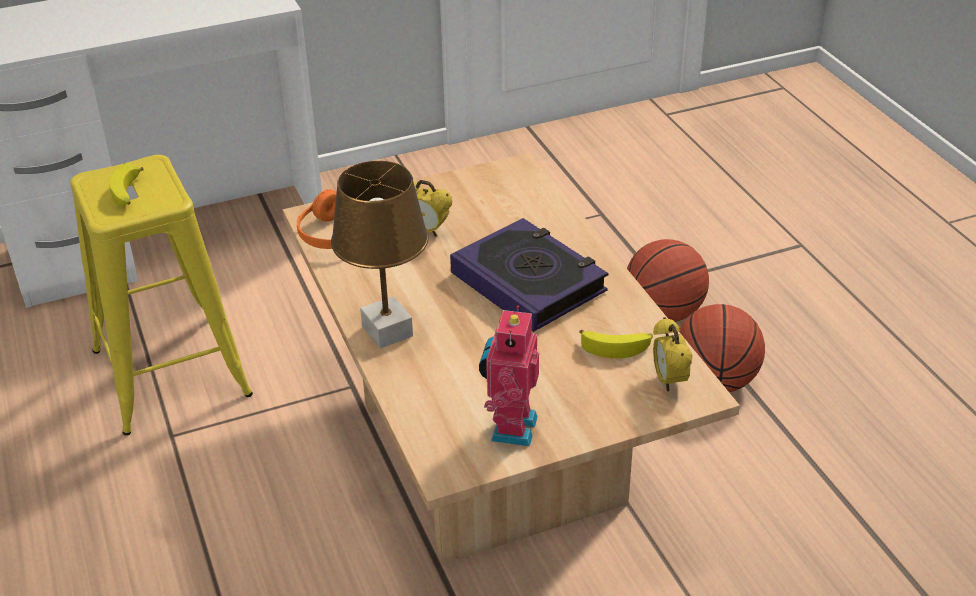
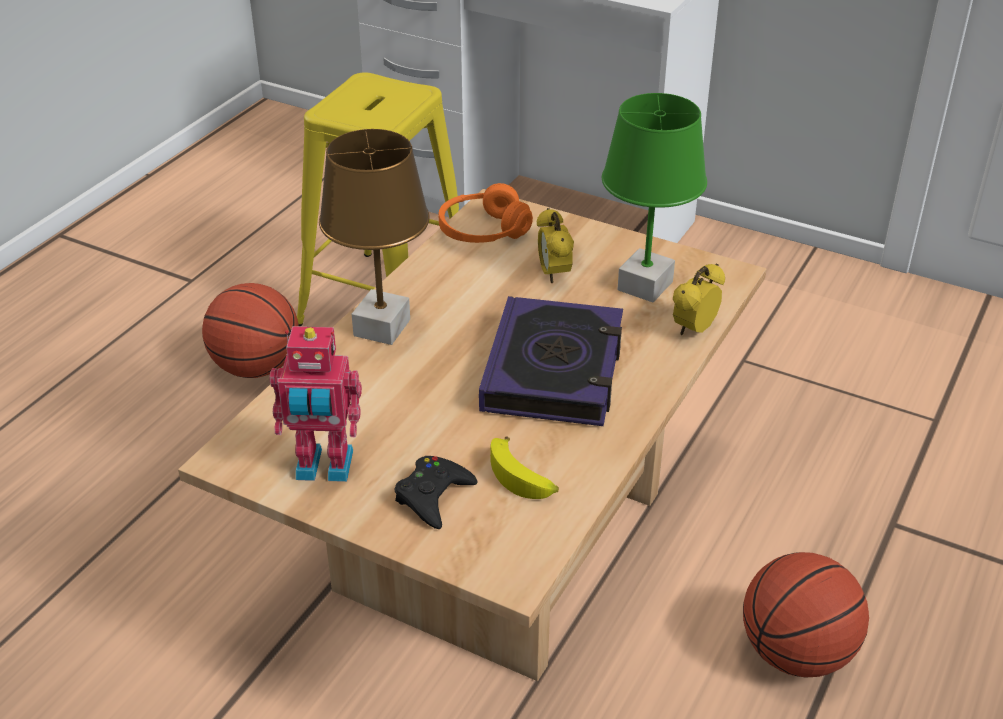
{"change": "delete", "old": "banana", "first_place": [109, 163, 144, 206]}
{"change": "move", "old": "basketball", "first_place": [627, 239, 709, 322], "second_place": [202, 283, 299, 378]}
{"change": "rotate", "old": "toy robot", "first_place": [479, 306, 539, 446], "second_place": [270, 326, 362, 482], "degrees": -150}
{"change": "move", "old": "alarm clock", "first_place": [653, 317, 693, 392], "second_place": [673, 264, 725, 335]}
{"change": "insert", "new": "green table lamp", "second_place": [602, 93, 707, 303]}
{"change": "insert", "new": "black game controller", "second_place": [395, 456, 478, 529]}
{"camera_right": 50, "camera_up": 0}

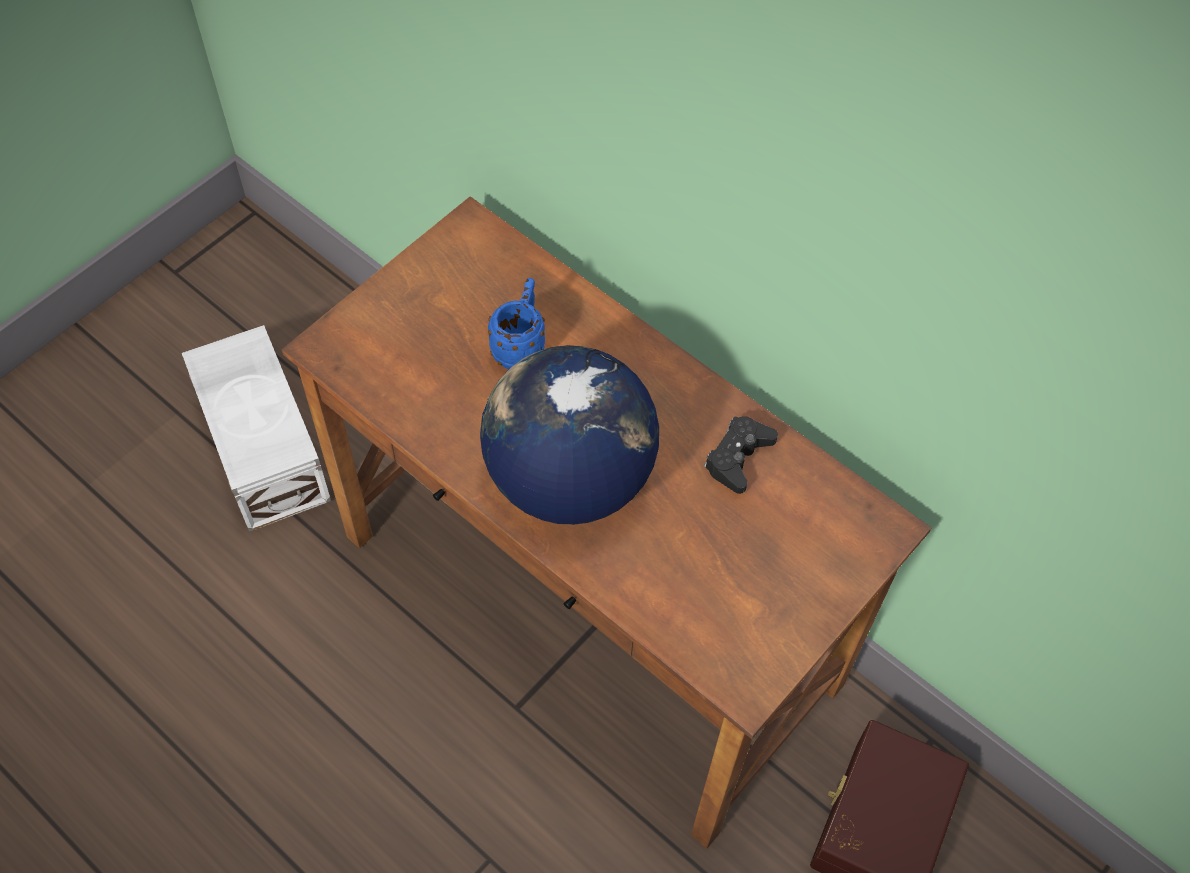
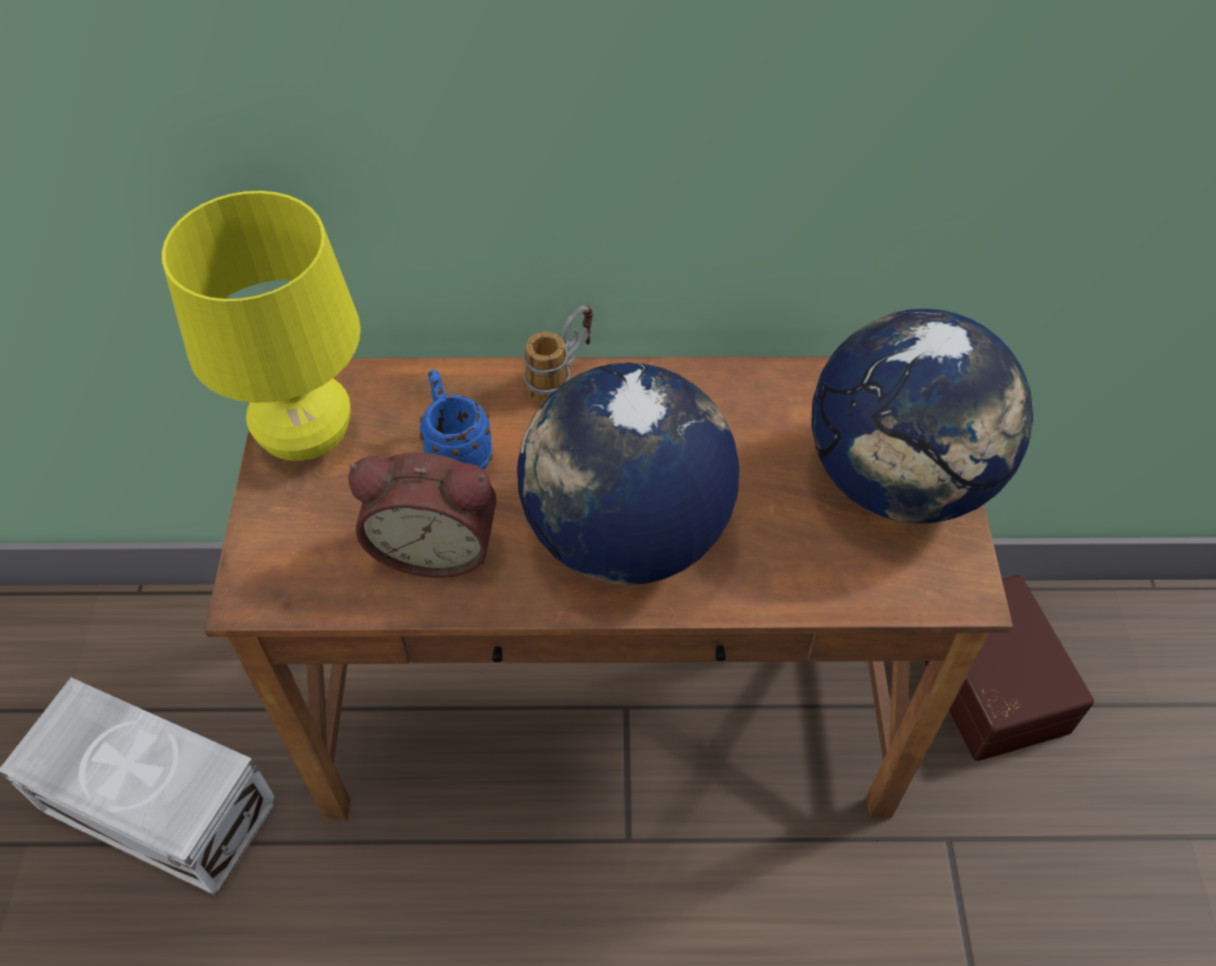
{"change": "delete", "old": "black game controller", "first_place": [704, 416, 778, 494]}
{"change": "insert", "new": "yellow table lamp", "second_place": [162, 191, 361, 461]}
{"change": "insert", "new": "mug", "second_place": [523, 305, 593, 402]}
{"change": "insert", "new": "globe", "second_place": [811, 309, 1033, 524]}
{"change": "insert", "new": "alarm clock", "second_place": [348, 453, 497, 578]}
{"camera_right": -40, "camera_up": -5}

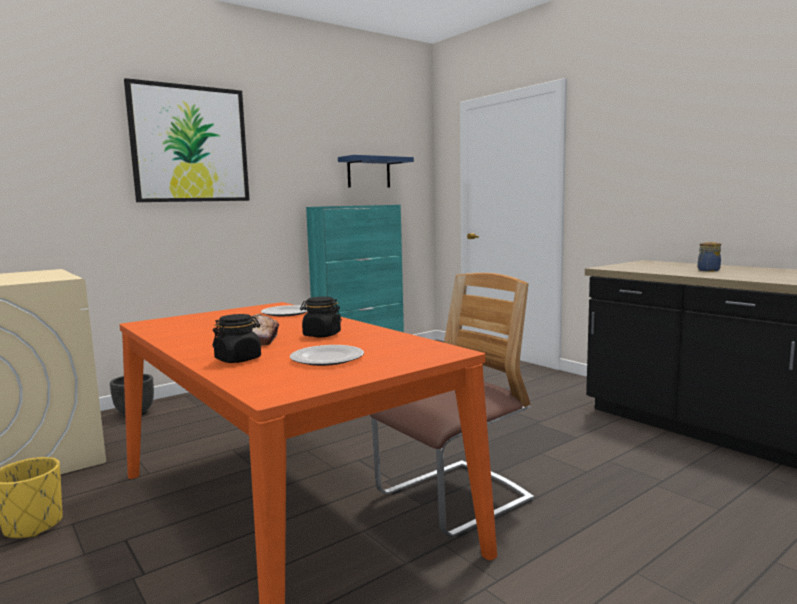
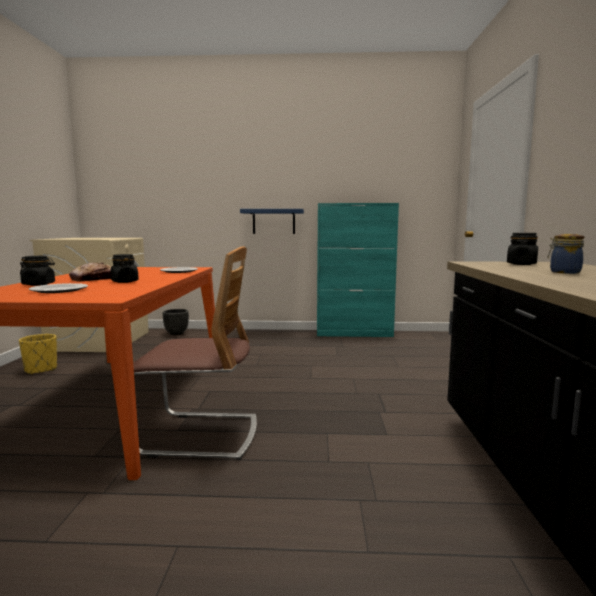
{"change": "delete", "old": "picture", "first_place": [124, 78, 250, 202]}
{"change": "move", "old": "blue shelf", "first_place": [338, 155, 414, 188], "second_place": [240, 209, 304, 234]}
{"change": "insert", "new": "black jar", "second_place": [507, 233, 538, 265]}
{"camera_right": 40, "camera_up": 0}

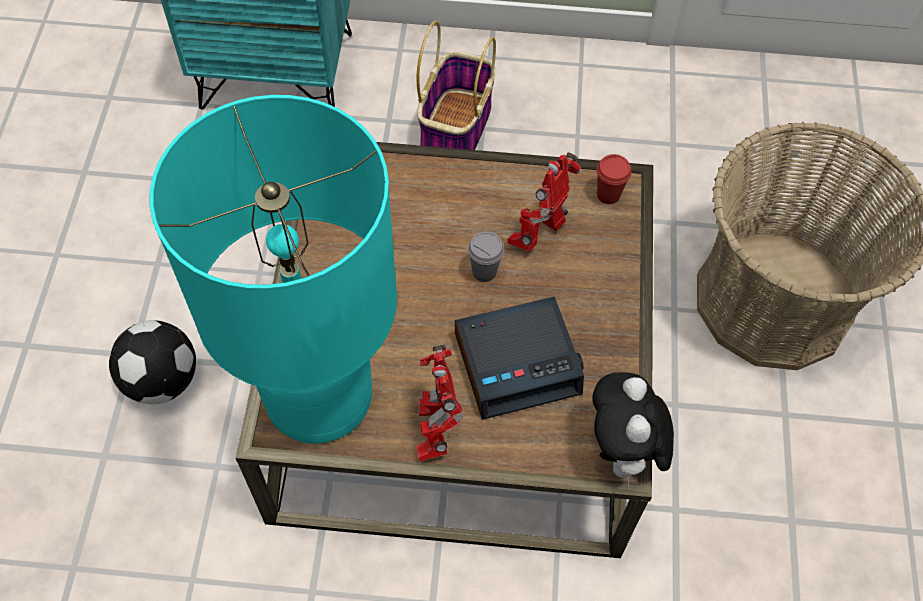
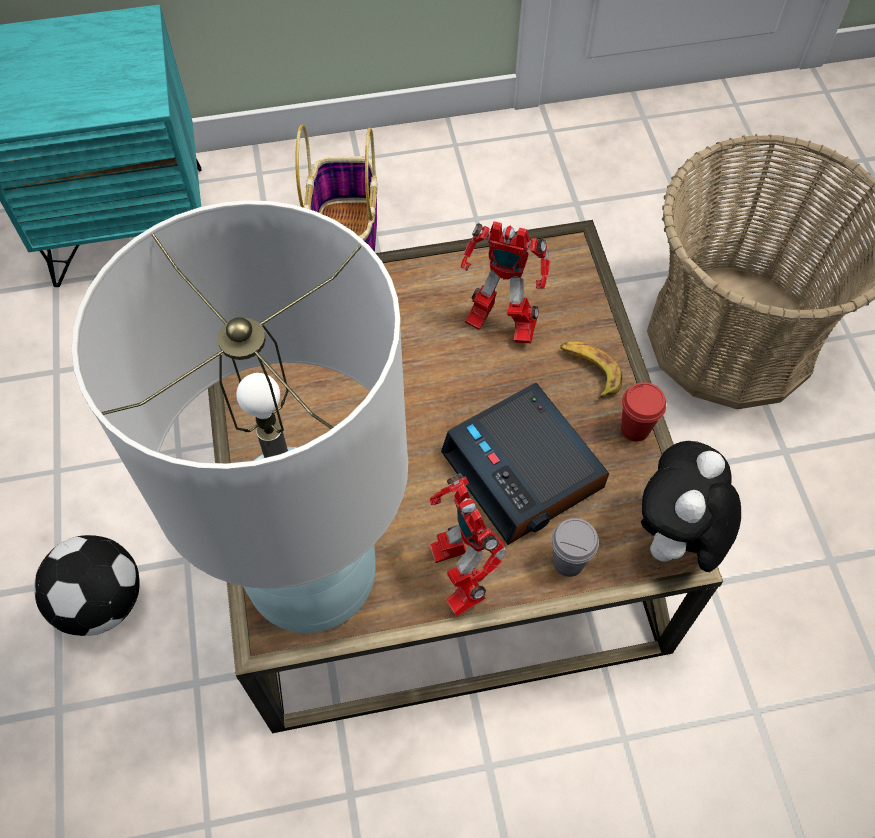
{"change": "recolor", "old": "turquoise table lamp", "new": "white table lamp", "first_place": [150, 95, 397, 444], "second_place": [72, 200, 408, 633]}
{"change": "rotate", "old": "toy robot", "first_place": [507, 153, 582, 251], "second_place": [461, 221, 551, 343], "degrees": -90}
{"change": "move", "old": "red cup", "first_place": [596, 154, 631, 204], "second_place": [621, 382, 666, 442]}
{"change": "move", "old": "grey cup", "first_place": [468, 232, 504, 282], "second_place": [551, 518, 599, 577]}
{"change": "rotate", "old": "alarm clock", "first_place": [455, 297, 584, 420], "second_place": [441, 383, 609, 545], "degrees": 90}
{"change": "rotate", "old": "plush toy", "first_place": [592, 372, 674, 489], "second_place": [641, 441, 741, 572], "degrees": 45}
{"change": "insert", "new": "banana", "second_place": [560, 341, 623, 398]}
{"camera_right": -15, "camera_up": 0}

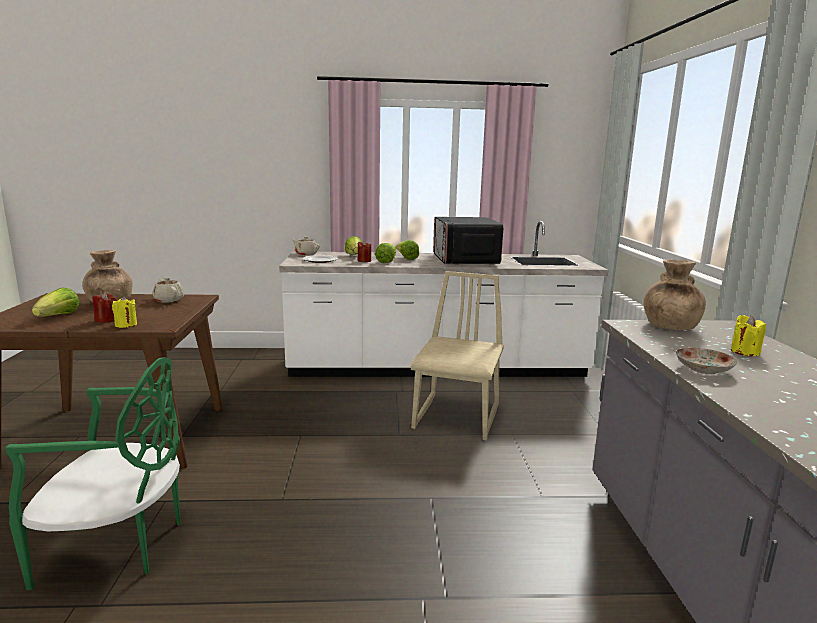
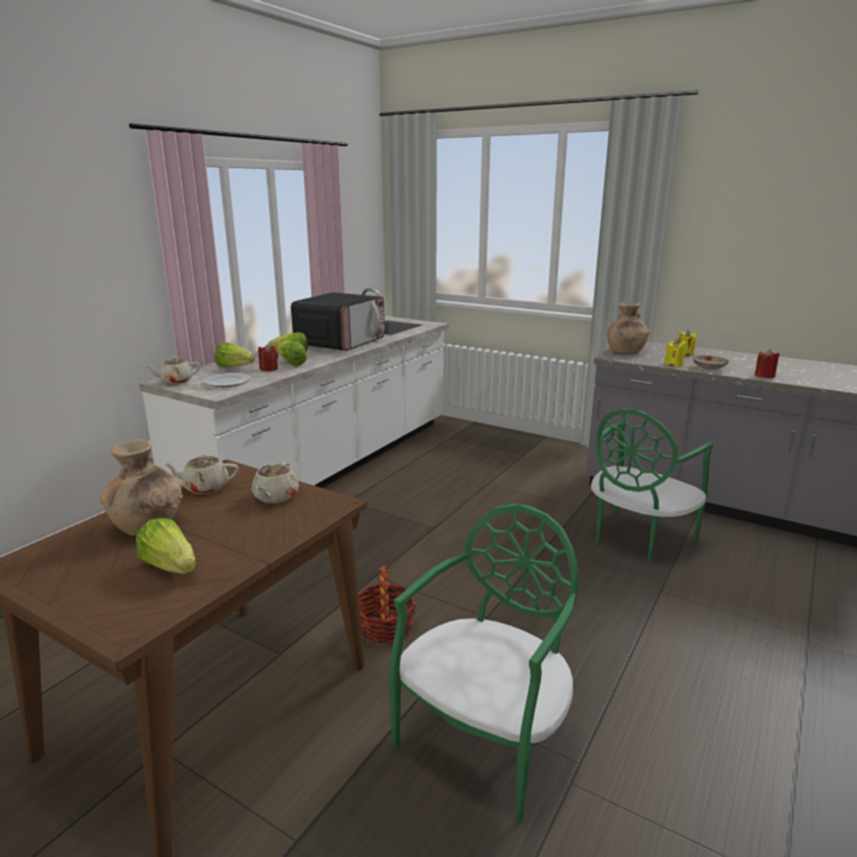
{"change": "rotate", "old": "microwave", "first_place": [433, 217, 503, 265], "second_place": [291, 292, 385, 351], "degrees": -90}
{"change": "delete", "old": "beige chair", "first_place": [410, 271, 504, 440]}
{"change": "move", "old": "red candle", "first_place": [93, 292, 117, 323], "second_place": [755, 349, 780, 378]}
{"change": "move", "old": "yellow candle", "first_place": [112, 296, 137, 328], "second_place": [665, 339, 685, 366]}
{"change": "insert", "new": "green chair", "second_place": [591, 408, 713, 564]}
{"change": "insert", "new": "beige teapot", "second_place": [252, 462, 299, 503]}
{"change": "insert", "new": "basket", "second_place": [358, 566, 416, 643]}
{"camera_right": -55, "camera_up": 5}

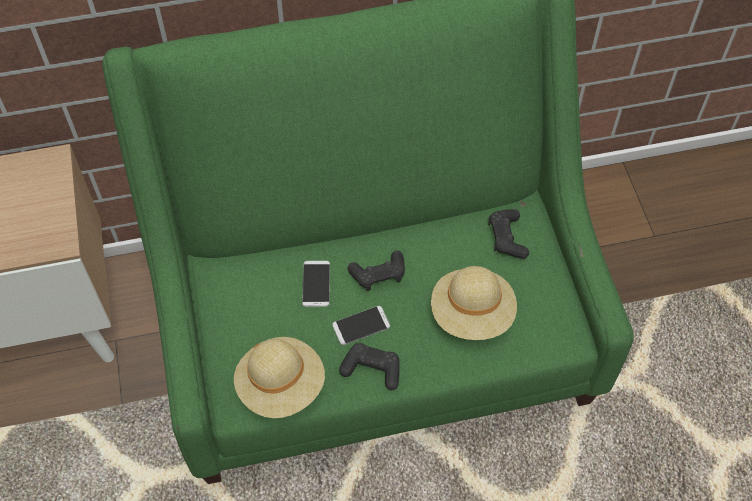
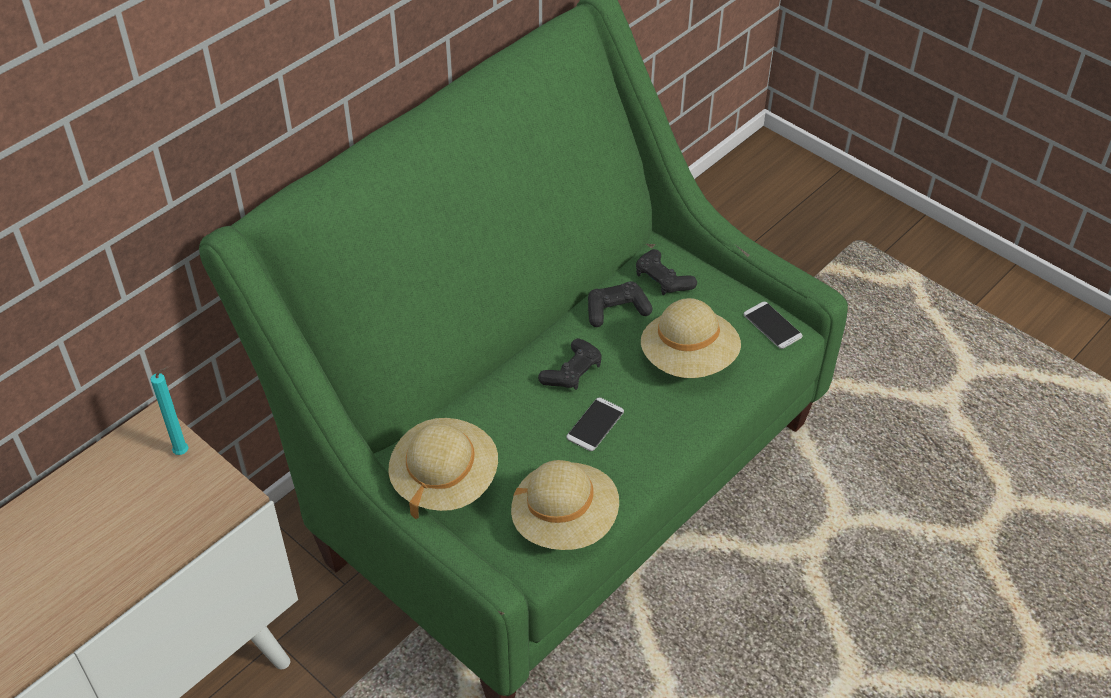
{"change": "move", "old": "phone", "first_place": [302, 261, 330, 307], "second_place": [744, 302, 803, 349]}
{"change": "move", "old": "black game controller", "first_place": [339, 343, 400, 390], "second_place": [588, 281, 652, 327]}
{"change": "insert", "new": "turquoise candle", "second_place": [150, 366, 189, 455]}
{"change": "insert", "new": "beige hat", "second_place": [388, 418, 498, 520]}
{"camera_right": -35, "camera_up": -10}

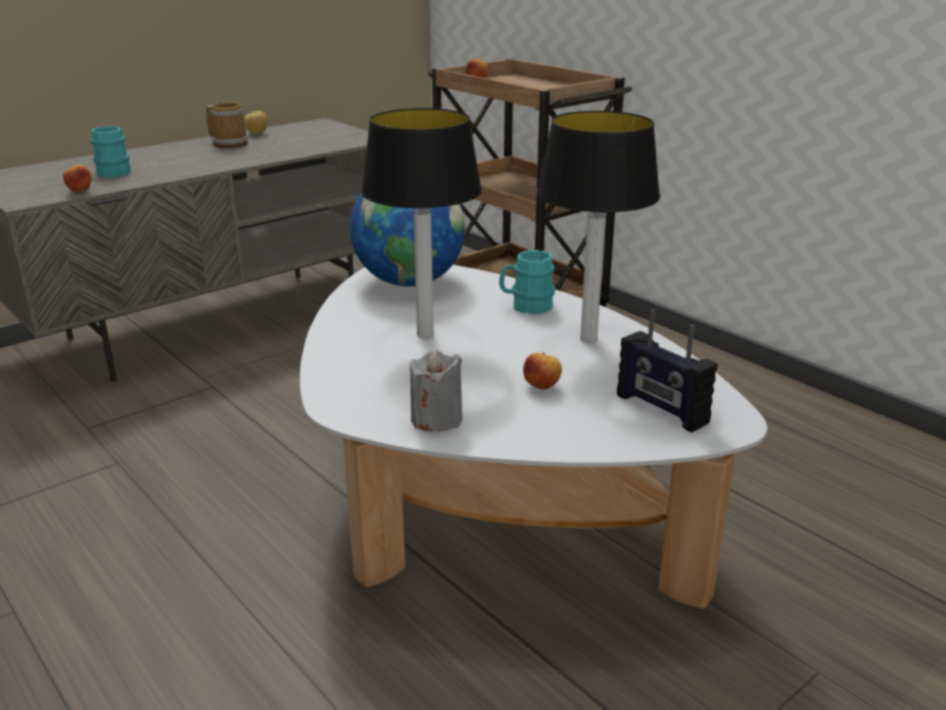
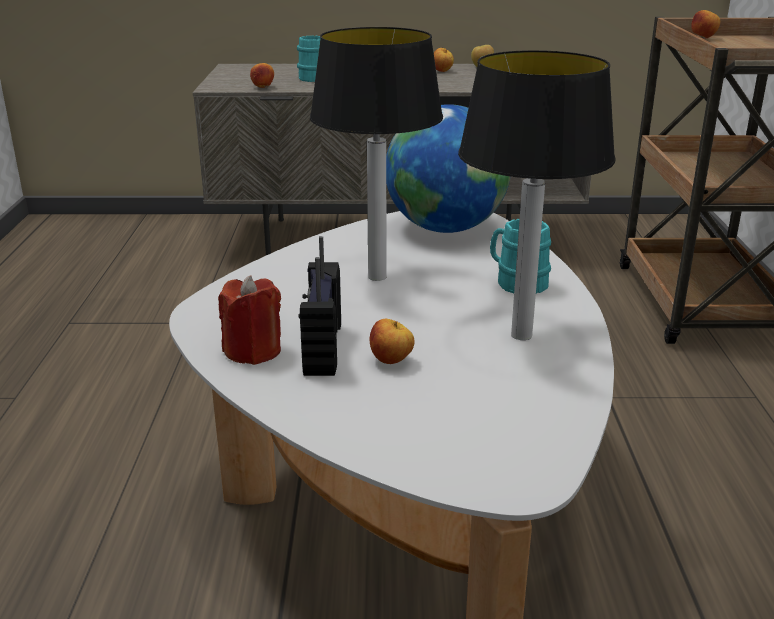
{"change": "replace", "old": "mug", "new": "apple", "first_place": [207, 102, 248, 148], "second_place": [434, 48, 454, 72]}
{"change": "move", "old": "radio", "first_place": [617, 309, 717, 432], "second_place": [299, 236, 341, 376]}
{"change": "recolor", "old": "grey candle", "new": "red candle", "first_place": [410, 350, 463, 432], "second_place": [218, 275, 281, 365]}
{"camera_right": 40, "camera_up": 0}

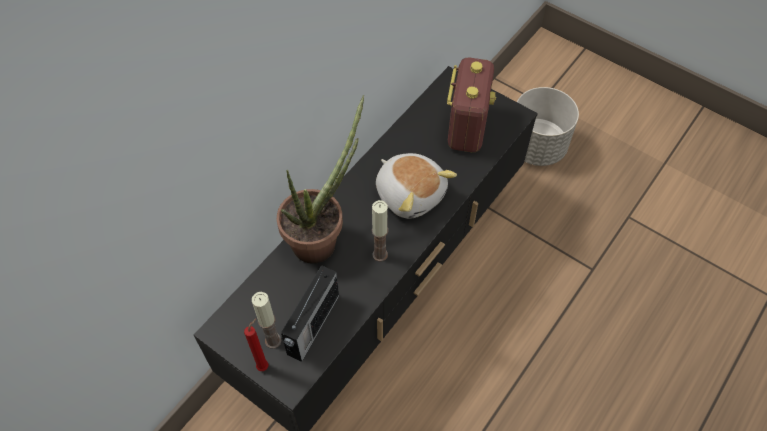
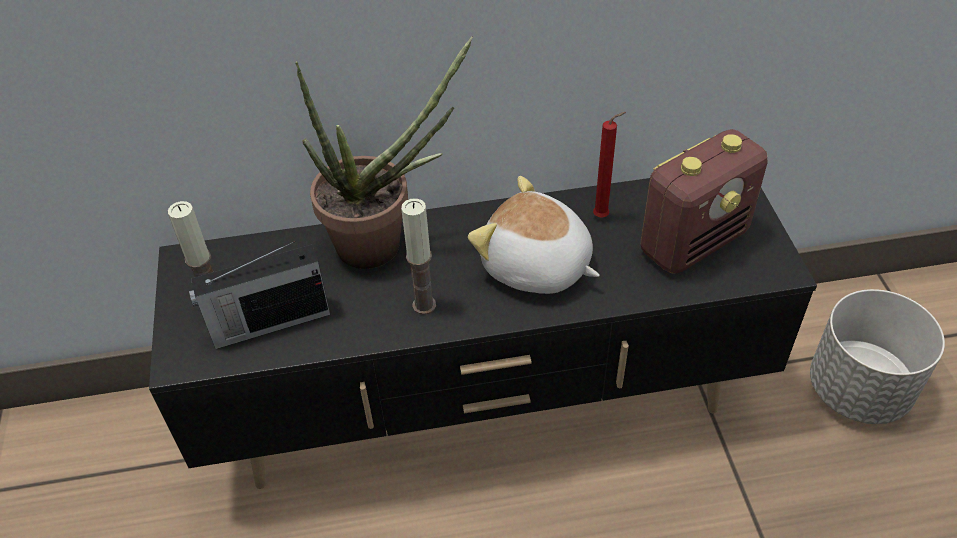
{"change": "rotate", "old": "plush toy", "first_place": [376, 153, 457, 219], "second_place": [468, 176, 600, 294], "degrees": 120}
{"change": "move", "old": "red candle", "first_place": [244, 318, 268, 371], "second_place": [593, 112, 626, 218]}
{"camera_right": 45, "camera_up": -10}

